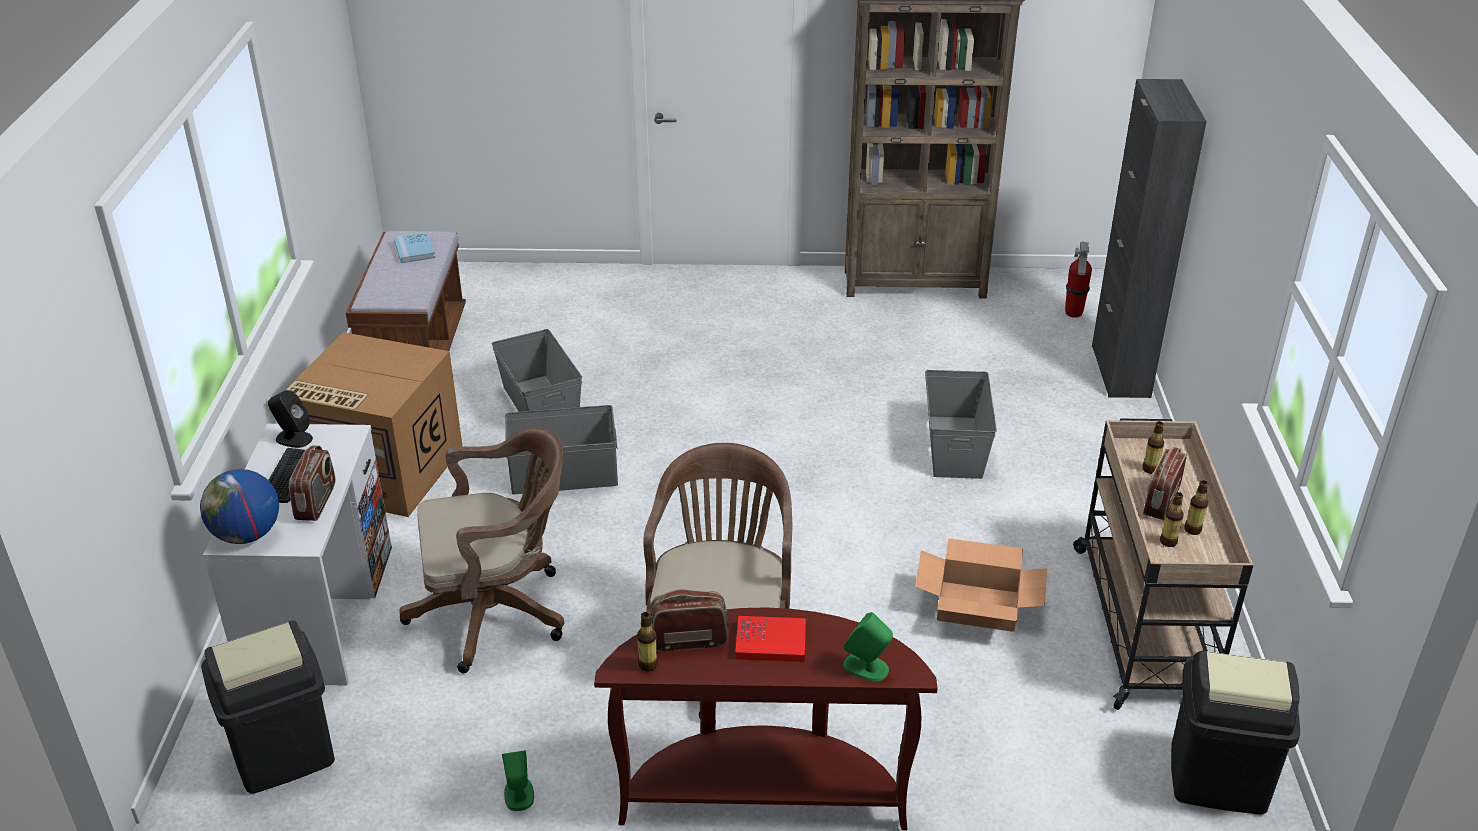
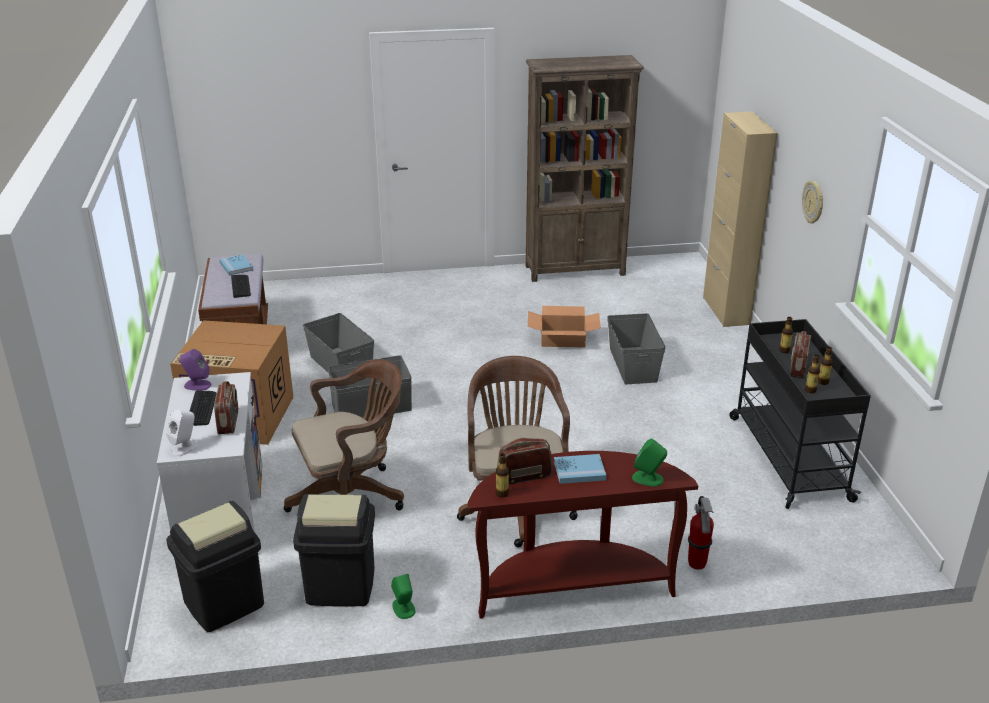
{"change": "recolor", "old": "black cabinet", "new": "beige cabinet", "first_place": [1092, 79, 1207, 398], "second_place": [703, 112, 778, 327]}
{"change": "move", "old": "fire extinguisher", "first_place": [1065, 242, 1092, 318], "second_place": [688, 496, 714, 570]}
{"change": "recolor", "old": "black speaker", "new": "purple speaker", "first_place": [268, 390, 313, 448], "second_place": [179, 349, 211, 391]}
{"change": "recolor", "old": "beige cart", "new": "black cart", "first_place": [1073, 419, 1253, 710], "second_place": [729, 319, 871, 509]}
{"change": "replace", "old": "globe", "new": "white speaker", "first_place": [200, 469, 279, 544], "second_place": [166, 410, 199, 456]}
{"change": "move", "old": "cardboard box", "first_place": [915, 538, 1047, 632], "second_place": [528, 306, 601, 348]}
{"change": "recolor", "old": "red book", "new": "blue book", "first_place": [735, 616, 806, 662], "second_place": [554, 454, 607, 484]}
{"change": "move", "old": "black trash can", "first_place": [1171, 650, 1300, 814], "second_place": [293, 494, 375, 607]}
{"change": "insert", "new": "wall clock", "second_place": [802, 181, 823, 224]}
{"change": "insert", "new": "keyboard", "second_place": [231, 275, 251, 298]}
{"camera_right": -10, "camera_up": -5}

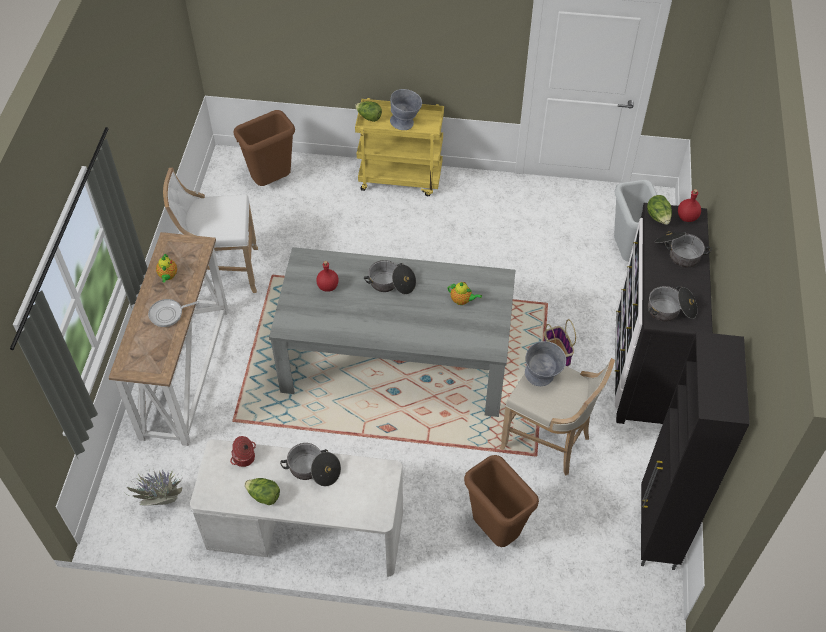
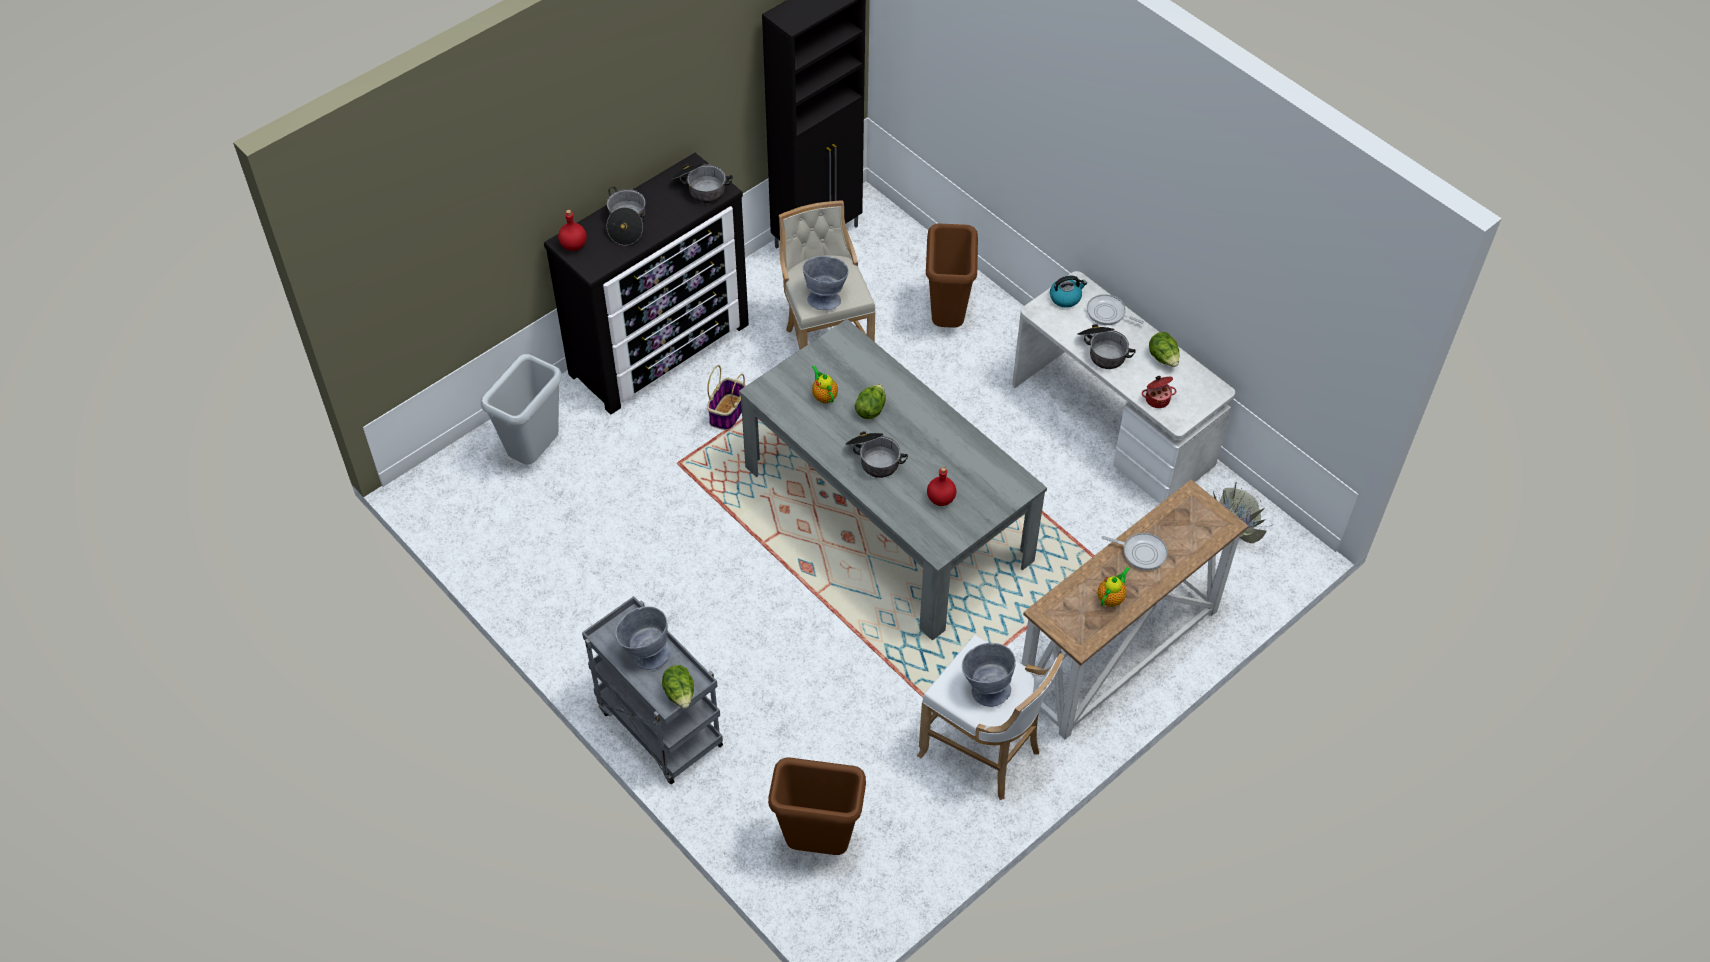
{"change": "recolor", "old": "yellow cart", "new": "grey cart", "first_place": [355, 98, 444, 196], "second_place": [582, 596, 723, 784]}
{"change": "move", "old": "lettuce", "first_place": [647, 195, 672, 225], "second_place": [854, 384, 886, 419]}
{"change": "insert", "new": "kettle", "second_place": [1050, 276, 1087, 308]}
{"change": "insert", "new": "frying pan", "second_place": [1087, 294, 1144, 325]}
{"change": "insert", "new": "grey bowl", "second_place": [962, 643, 1016, 707]}
{"camera_right": -140, "camera_up": 0}

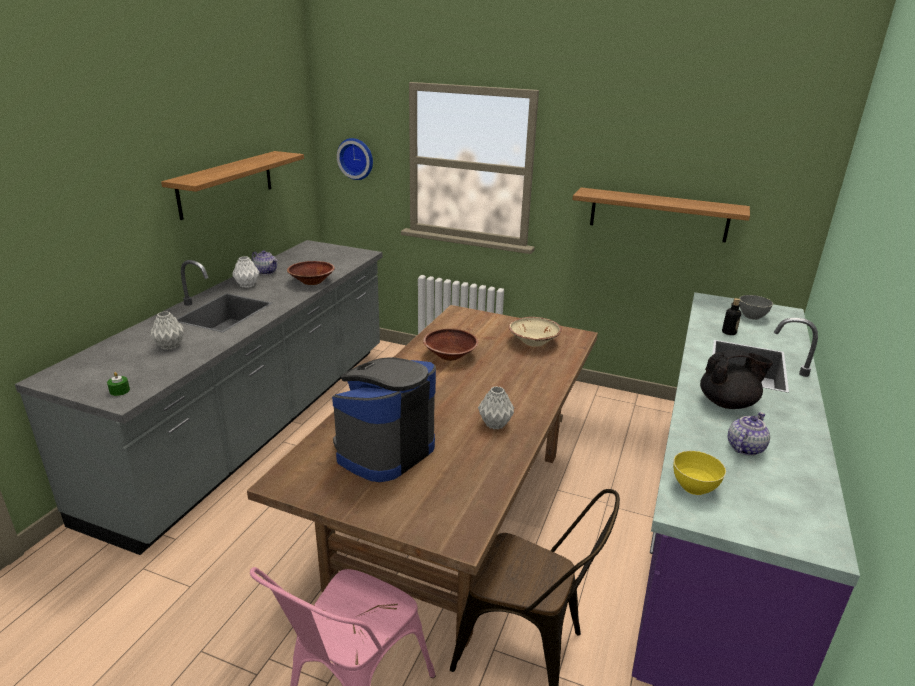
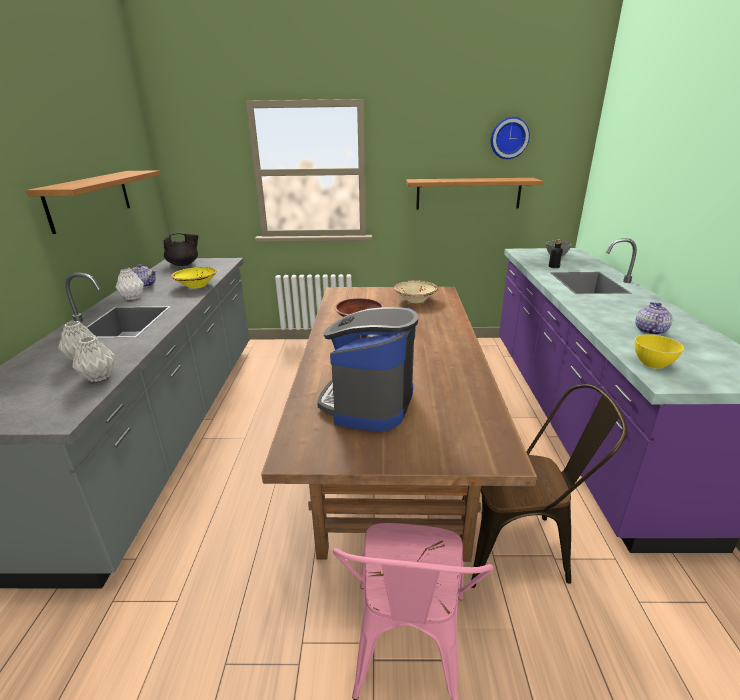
{"change": "move", "old": "wall clock", "first_place": [337, 138, 373, 180], "second_place": [491, 117, 530, 159]}
{"change": "recolor", "old": "brown bowl", "new": "yellow bowl", "first_place": [287, 261, 335, 285], "second_place": [171, 267, 217, 289]}
{"change": "move", "old": "black teapot", "first_place": [700, 350, 773, 409], "second_place": [163, 232, 199, 266]}
{"change": "delete", "old": "green candle", "first_place": [107, 372, 130, 396]}
{"change": "move", "old": "grey vase", "first_place": [478, 386, 514, 430], "second_place": [73, 336, 115, 382]}
{"camera_right": -20, "camera_up": 0}

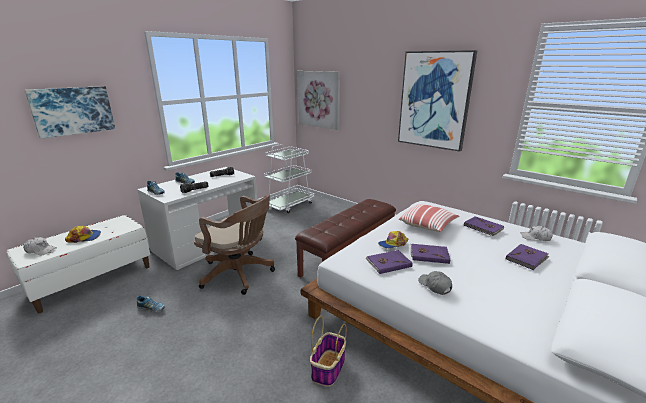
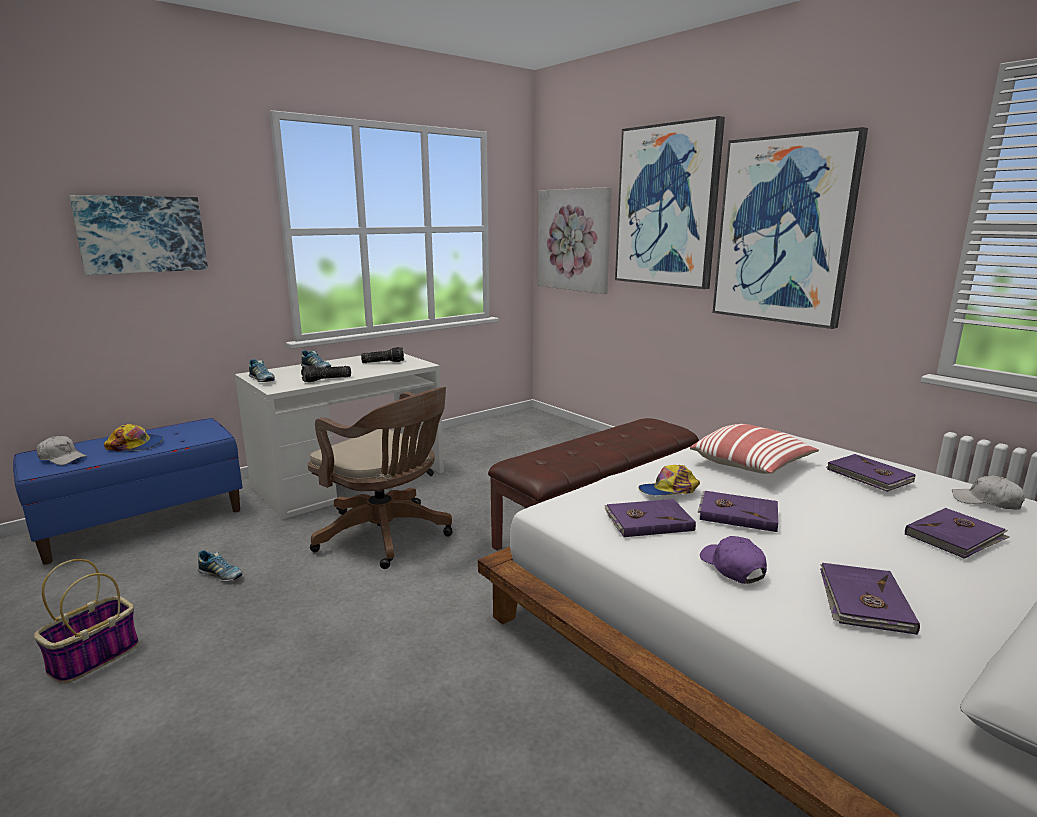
{"change": "delete", "old": "white cart", "first_place": [264, 144, 315, 213]}
{"change": "recolor", "old": "white bench", "new": "blue bench", "first_place": [7, 215, 150, 313], "second_place": [13, 418, 243, 564]}
{"change": "recolor", "old": "grey cap", "new": "purple cap", "first_place": [418, 271, 452, 295], "second_place": [700, 536, 767, 584]}
{"change": "move", "old": "basket", "first_place": [310, 316, 347, 387], "second_place": [34, 559, 139, 683]}
{"change": "insert", "new": "picture", "second_place": [615, 116, 725, 289]}
{"change": "insert", "new": "purple book", "second_place": [820, 563, 920, 635]}
{"camera_right": 10, "camera_up": -5}

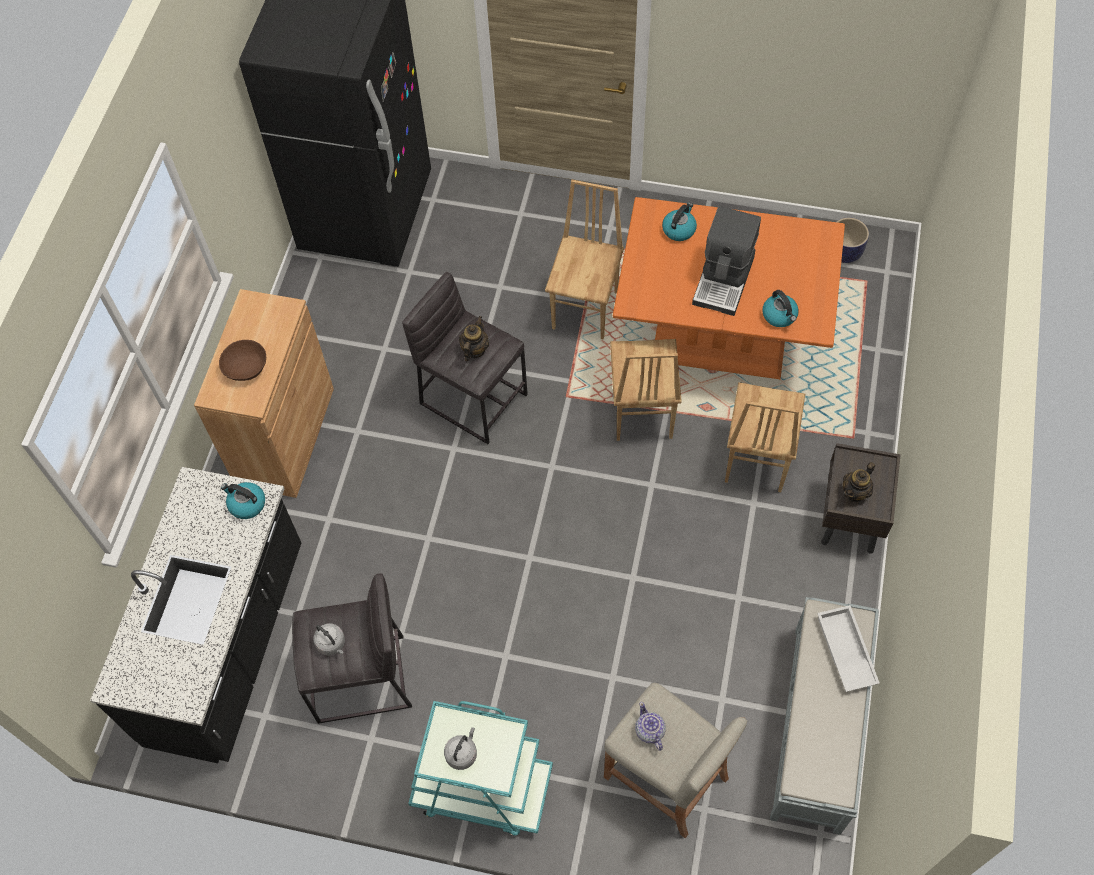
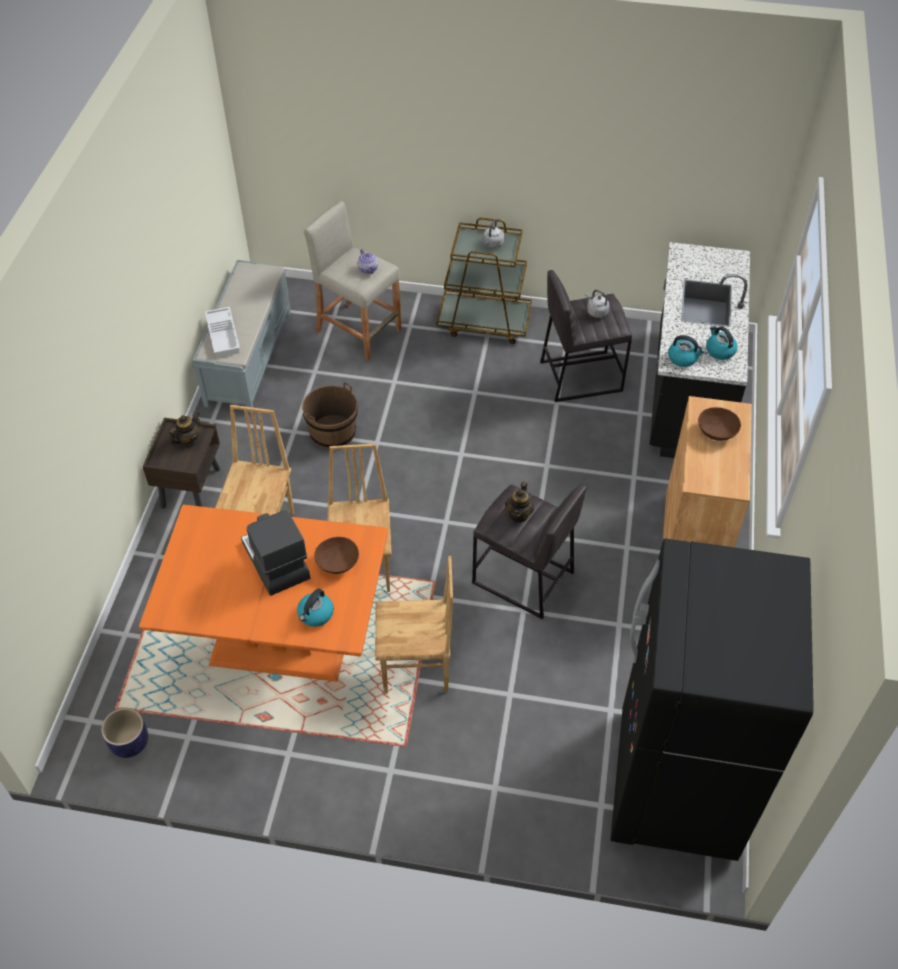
{"change": "rotate", "old": "brown chair", "first_place": [545, 180, 624, 339], "second_place": [375, 556, 453, 694], "degrees": -105}
{"change": "rotate", "old": "coffee machine", "first_place": [692, 206, 761, 316], "second_place": [241, 510, 310, 596], "degrees": -45}
{"change": "move", "old": "kettle", "first_place": [762, 290, 799, 327], "second_place": [706, 326, 738, 360]}
{"change": "recolor", "old": "turquoise cart", "new": "brown cart", "first_place": [408, 701, 553, 835], "second_place": [436, 218, 532, 344]}
{"change": "insert", "new": "brown bucket", "second_place": [302, 382, 358, 449]}
{"change": "insert", "new": "brown bowl", "second_place": [314, 537, 359, 574]}
{"camera_right": 175, "camera_up": -10}

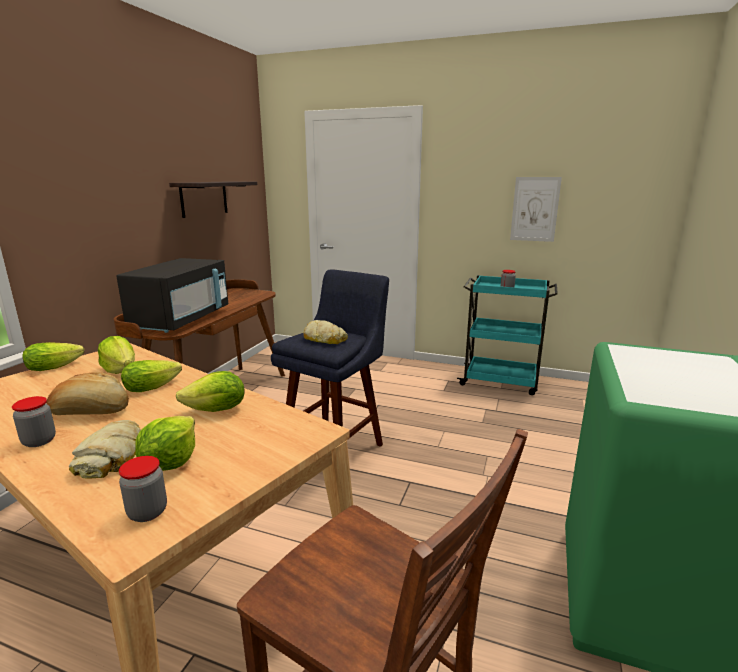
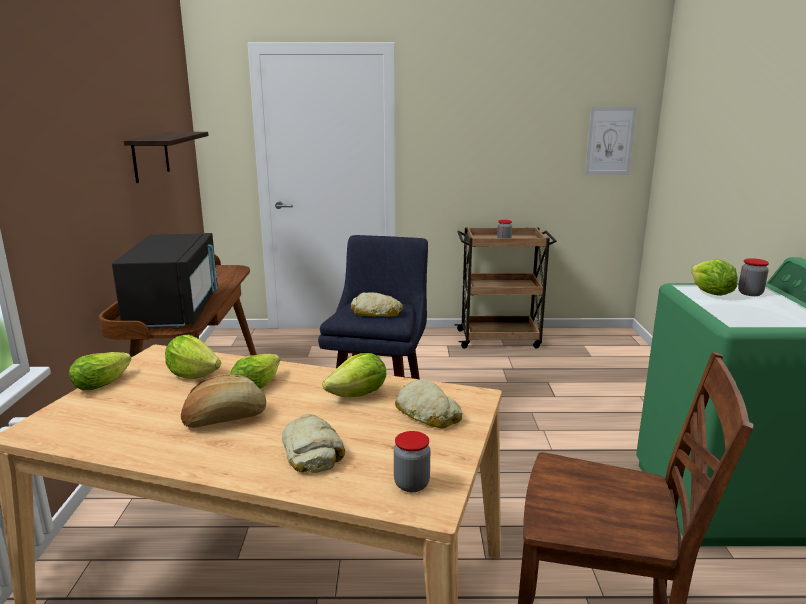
{"change": "move", "old": "picture", "first_place": [510, 177, 562, 242], "second_place": [585, 107, 637, 174]}
{"change": "recolor", "old": "turquoise cart", "new": "brown cart", "first_place": [457, 275, 558, 395], "second_place": [455, 227, 557, 349]}
{"change": "move", "old": "jar", "first_place": [12, 396, 56, 447], "second_place": [738, 258, 769, 296]}
{"change": "move", "old": "lettuce", "first_place": [136, 416, 195, 471], "second_place": [691, 259, 738, 296]}
{"change": "insert", "new": "bread", "second_place": [395, 380, 463, 429]}
{"camera_right": -20, "camera_up": 0}

